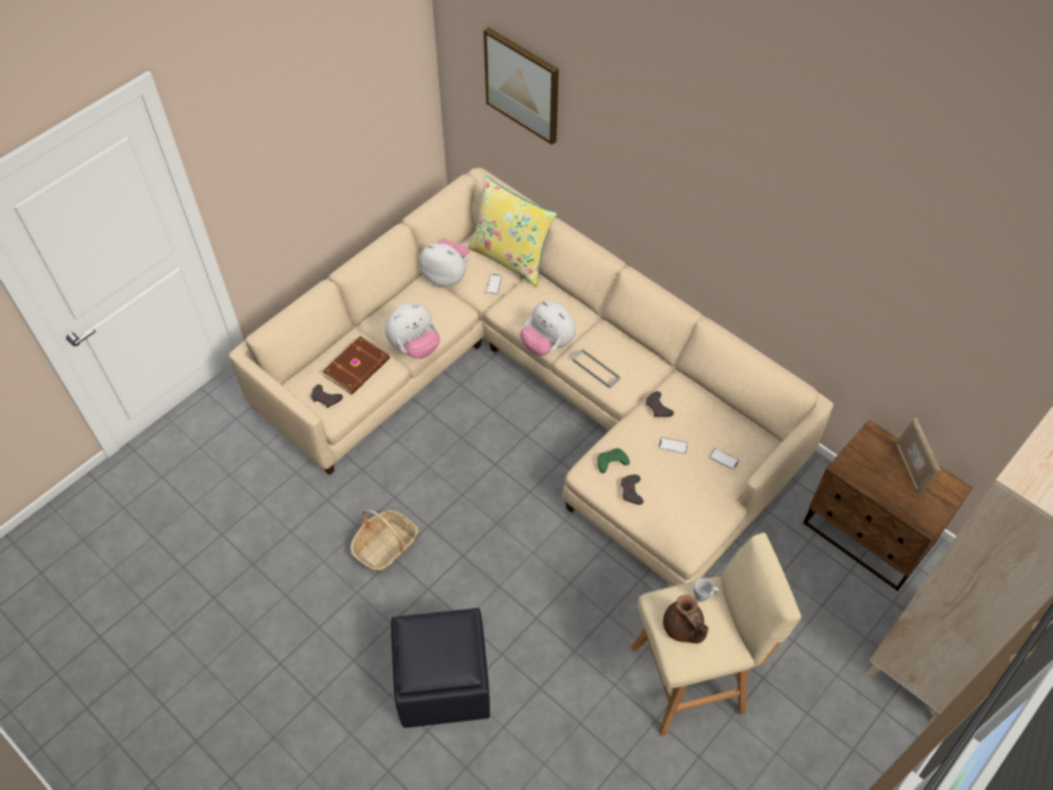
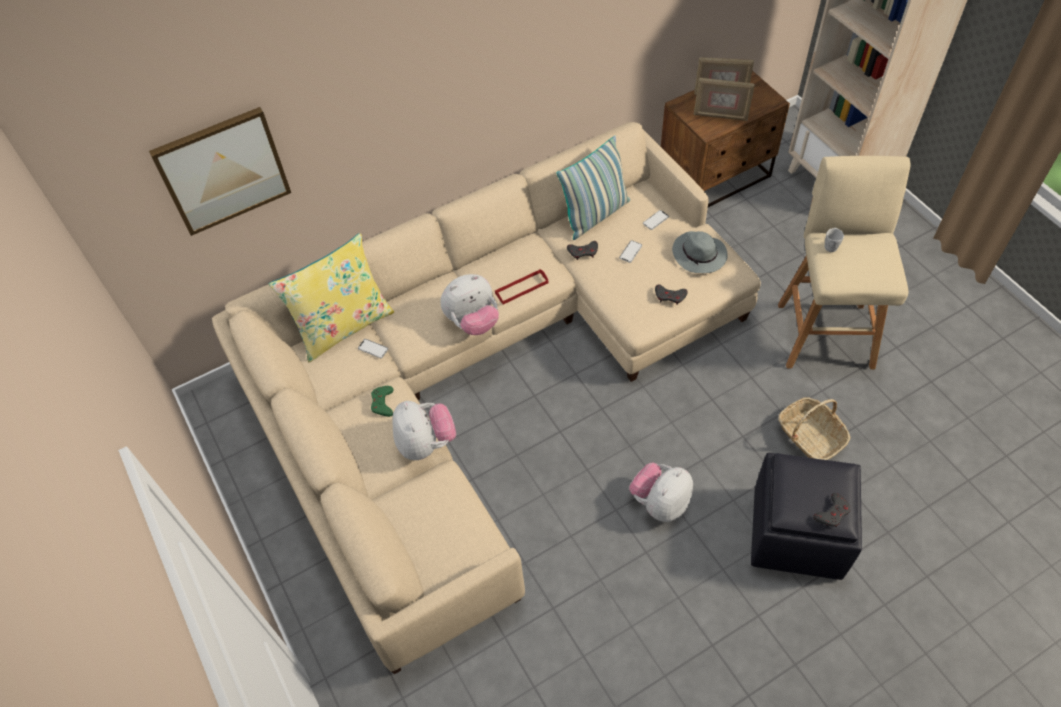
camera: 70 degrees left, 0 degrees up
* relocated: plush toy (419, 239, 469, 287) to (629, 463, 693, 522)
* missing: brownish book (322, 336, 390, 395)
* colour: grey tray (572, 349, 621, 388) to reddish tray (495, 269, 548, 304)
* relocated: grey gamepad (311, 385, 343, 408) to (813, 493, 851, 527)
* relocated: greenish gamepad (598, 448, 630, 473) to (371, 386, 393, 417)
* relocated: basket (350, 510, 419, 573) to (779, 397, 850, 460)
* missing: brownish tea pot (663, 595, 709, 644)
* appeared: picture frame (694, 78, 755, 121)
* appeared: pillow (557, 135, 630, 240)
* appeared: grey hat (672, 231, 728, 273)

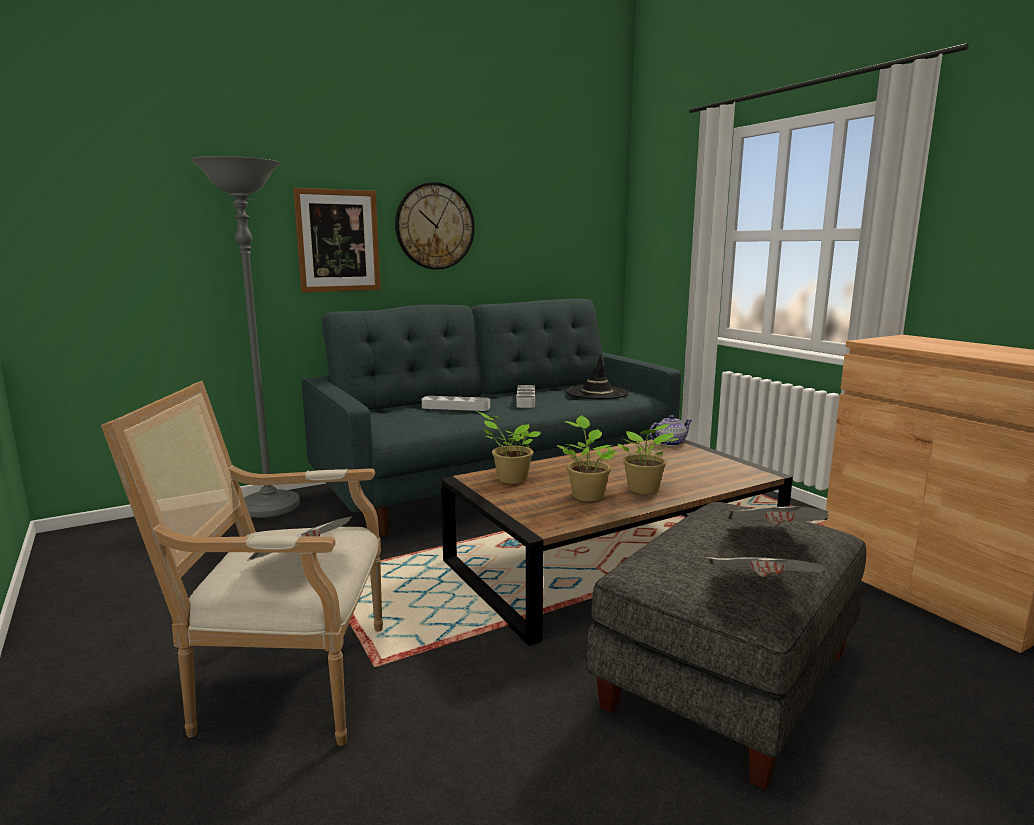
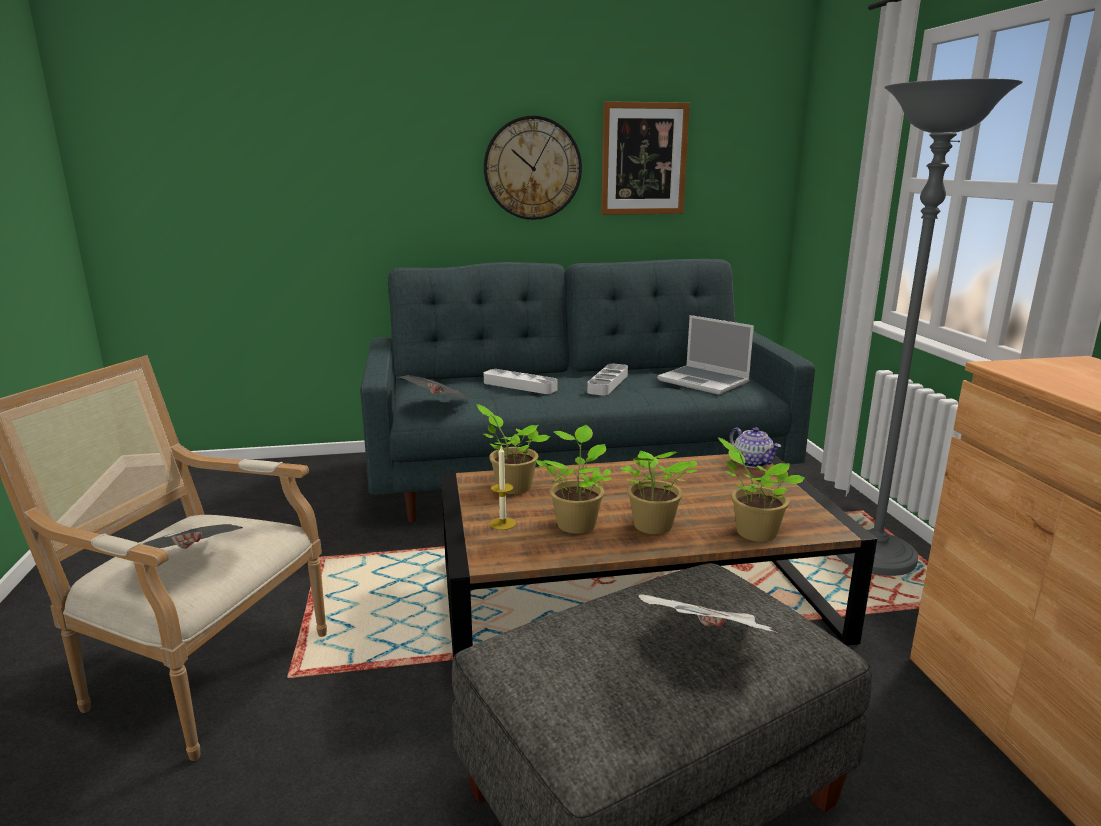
camera: 20 degrees right, 5 degrees up
* relocated: grey standing lamp (190, 156, 300, 518) to (836, 79, 1023, 576)
* relocated: wall art (293, 188, 381, 293) to (601, 101, 690, 215)
* exchanged: blackish hat (565, 355, 629, 399) to notebook computer (657, 315, 754, 395)
* spun: tea pot (649, 415, 692, 446) = (730, 427, 781, 468) 60 degrees clockwise
* relocated: printed paper (705, 557, 826, 577) to (398, 376, 470, 399)
* appeared: plant in a pot (718, 437, 805, 542)
* appeared: wax light (490, 446, 516, 530)

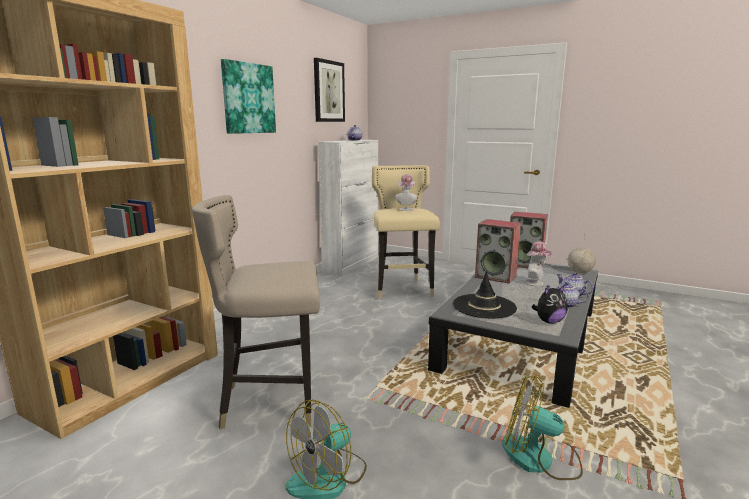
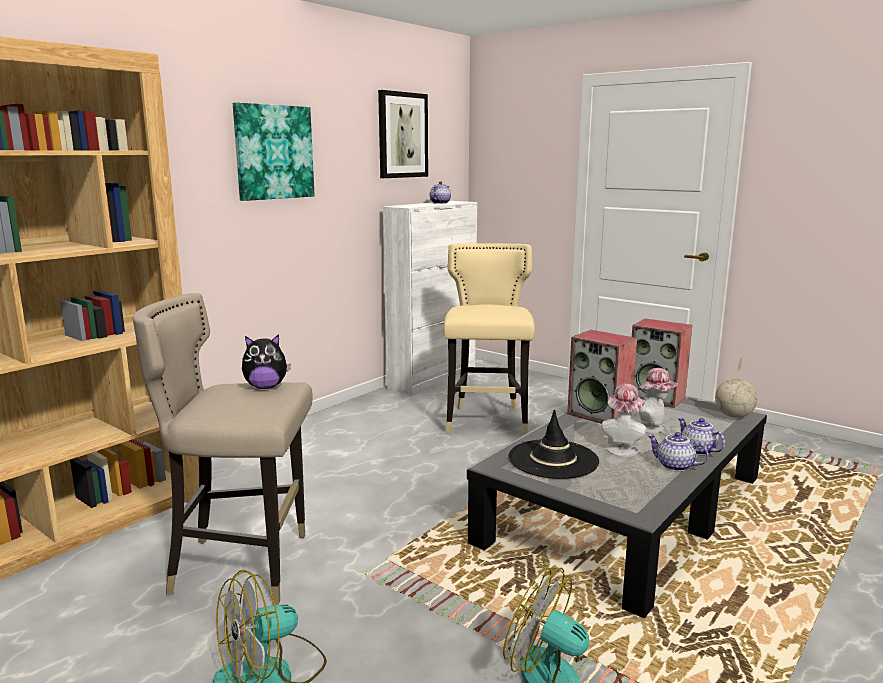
camera: 10 degrees right, 0 degrees up
* relocated: hat (395, 174, 418, 211) to (602, 383, 647, 457)
* relocated: plush toy (532, 286, 567, 324) to (242, 334, 291, 389)

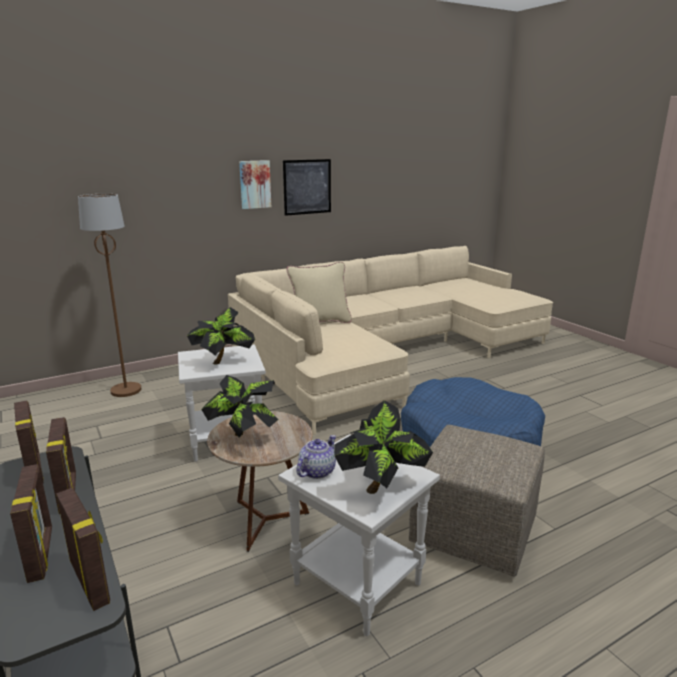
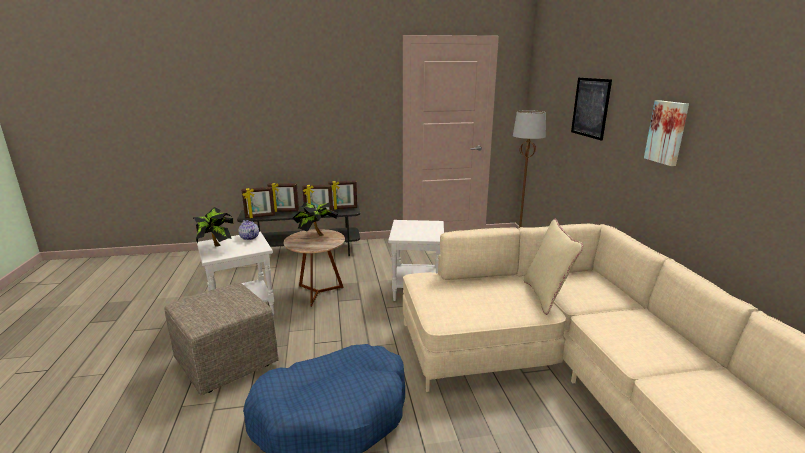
camera: 110 degrees right, 0 degrees up
* relocated: wall art (283, 159, 331, 216) to (571, 78, 612, 141)
* missing: plant in a pot (187, 307, 255, 365)

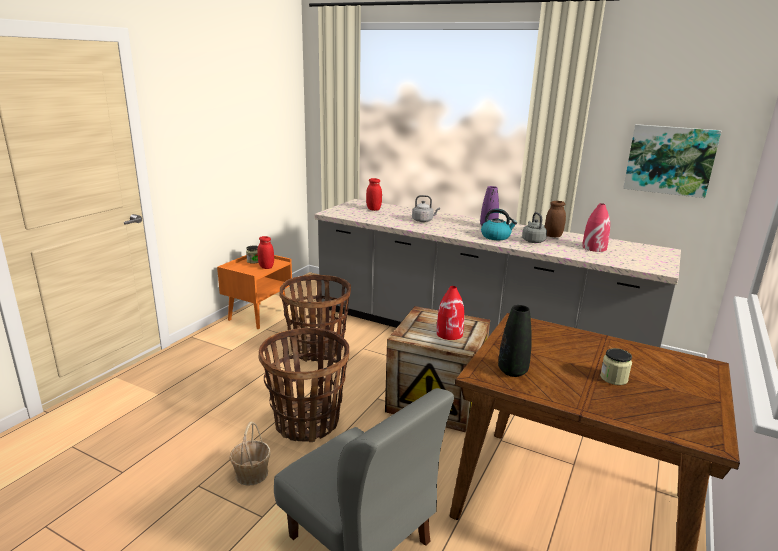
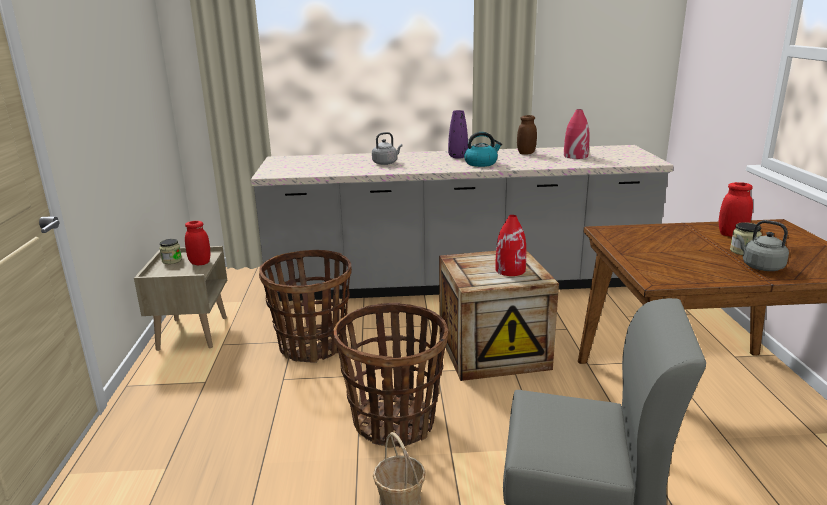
camera: 30 degrees left, 0 degrees up
* missing: wall art (623, 124, 721, 198)
* relocated: reddish storage jar (366, 178, 382, 211) to (719, 182, 753, 237)
* relocated: grey kettle (522, 212, 547, 243) to (737, 220, 789, 271)
* colour: orange night table (217, 255, 292, 329) to beige-coloured night table (134, 246, 227, 351)
* missing: blackish flower vase (498, 305, 532, 377)

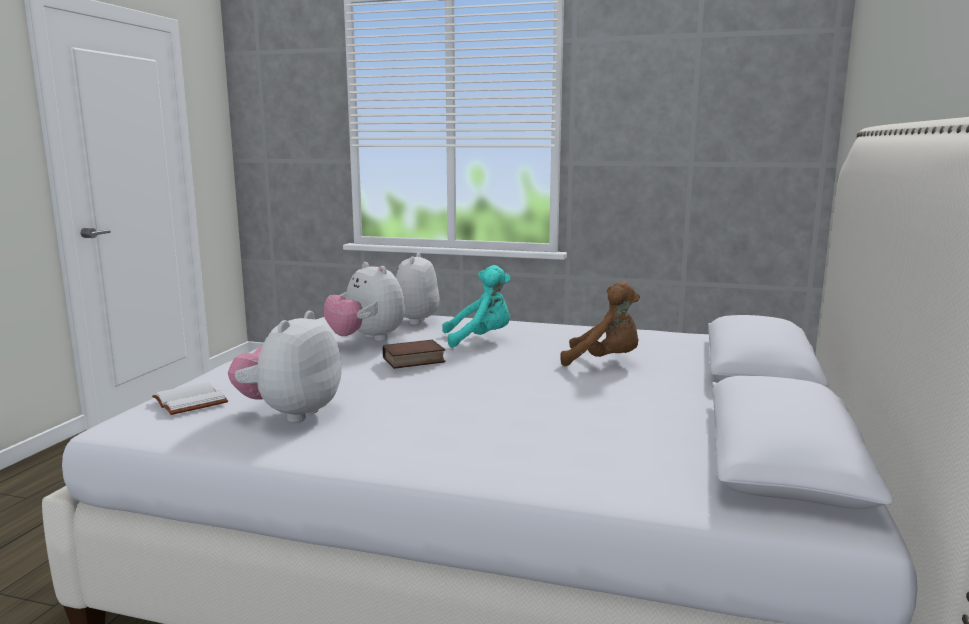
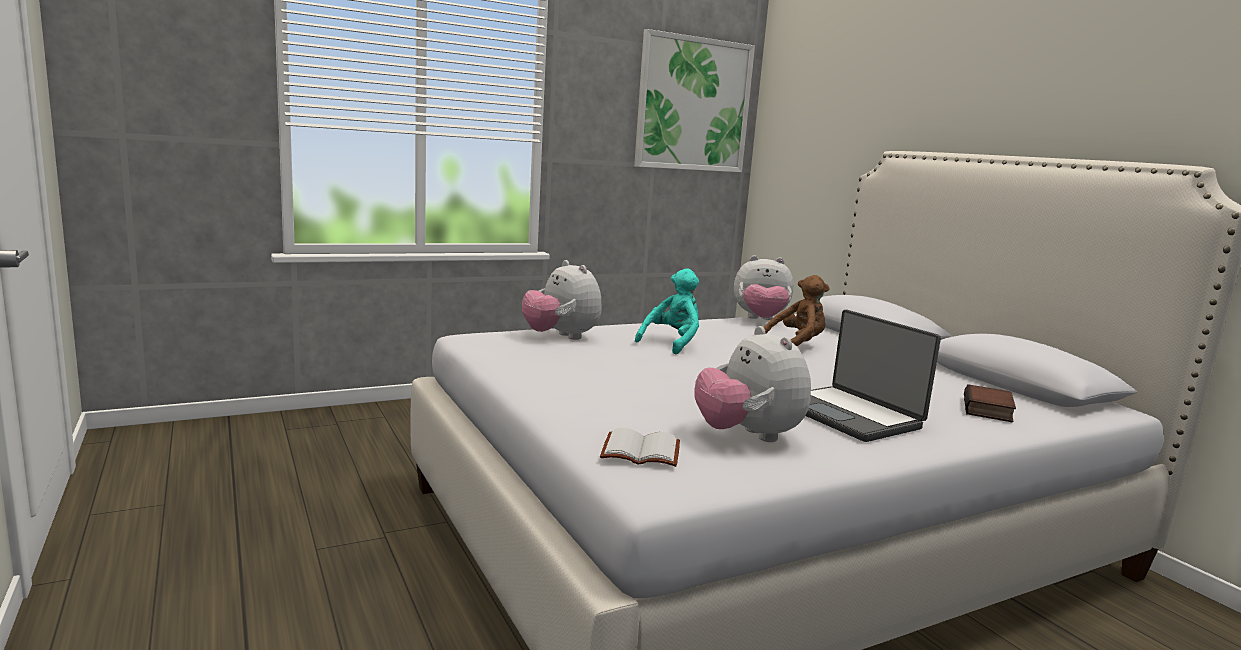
camera: 45 degrees left, 0 degrees up
* relocated: plush toy (324, 262, 405, 341) to (734, 255, 794, 320)
* relocated: book (383, 340, 445, 369) to (964, 384, 1016, 422)
* appeared: wall art (634, 29, 755, 172)
* appeared: notebook computer (806, 310, 941, 442)

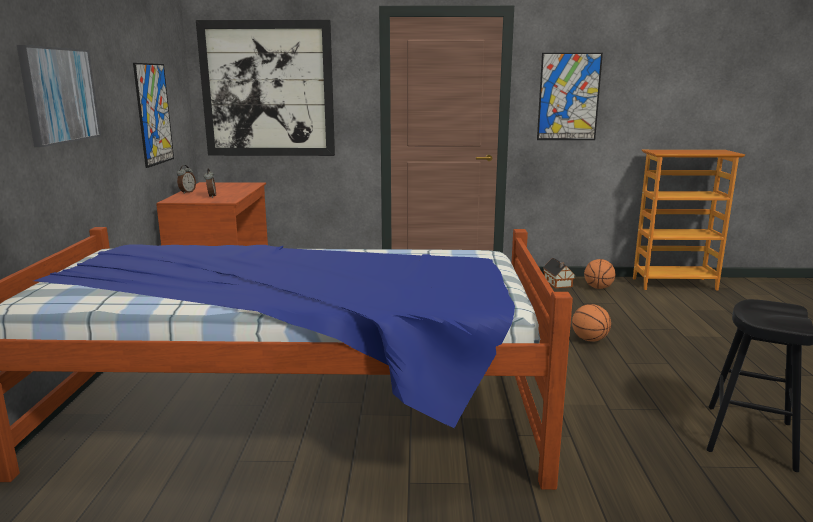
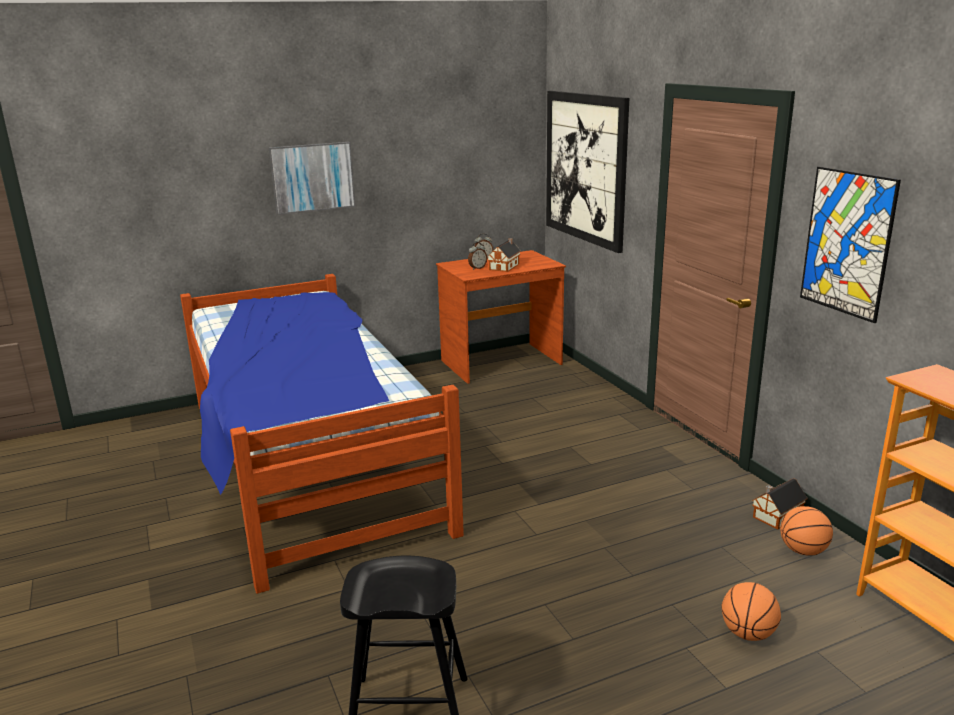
camera: 65 degrees right, 5 degrees up
* missing: wall art (133, 63, 174, 168)
* relocated: basketball ball (572, 304, 611, 342) to (721, 582, 781, 641)
* appeared: model house (487, 238, 521, 272)

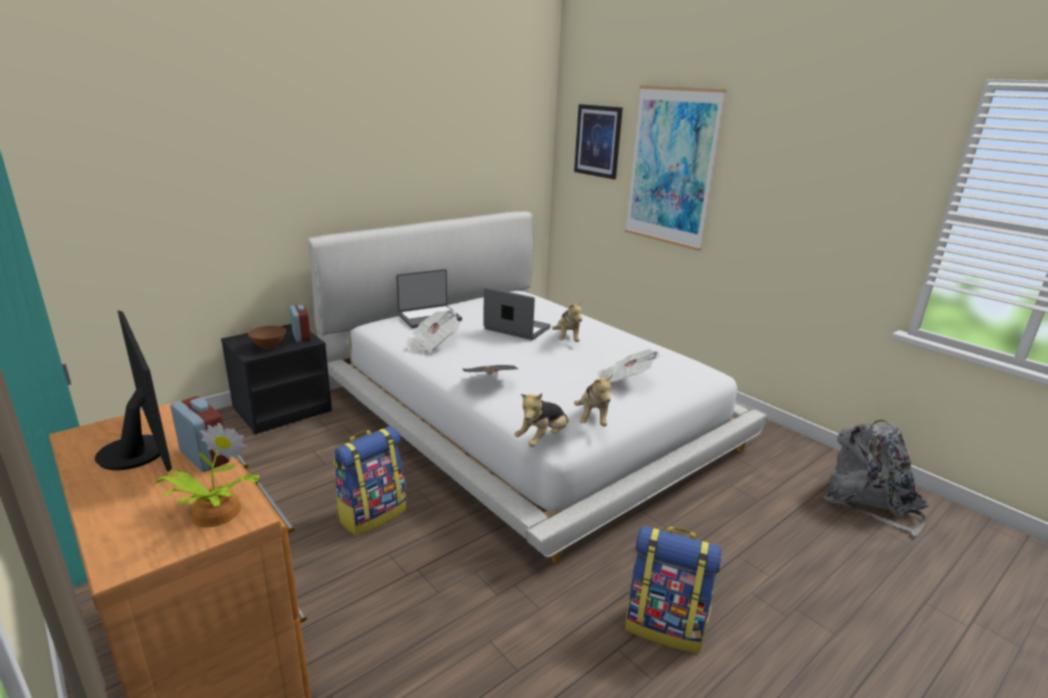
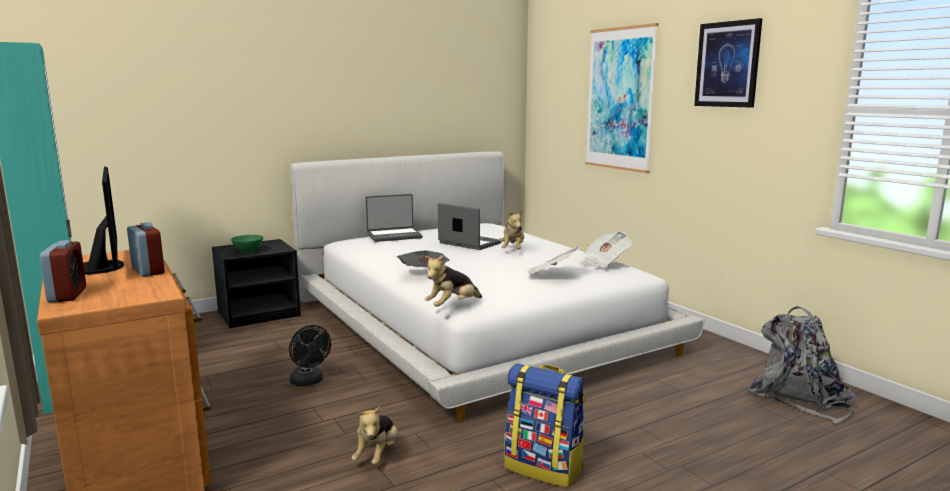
camera: 10 degrees right, 10 degrees down
* relocated: wall art (574, 104, 623, 179) to (694, 18, 762, 108)
* relocated: bedside clock (289, 305, 311, 342) to (40, 240, 86, 303)
* relocated: printed paper (406, 310, 460, 352) to (579, 232, 632, 267)
* colour: brownish deep dish (248, 325, 286, 349) to greenish deep dish (231, 235, 263, 253)
* relocated: plush toy (574, 374, 613, 427) to (352, 406, 398, 465)
* missing: plant in a pot (155, 423, 260, 527)
* exchanged: backpack (333, 426, 407, 536) to blackish electric fan (289, 325, 331, 386)

